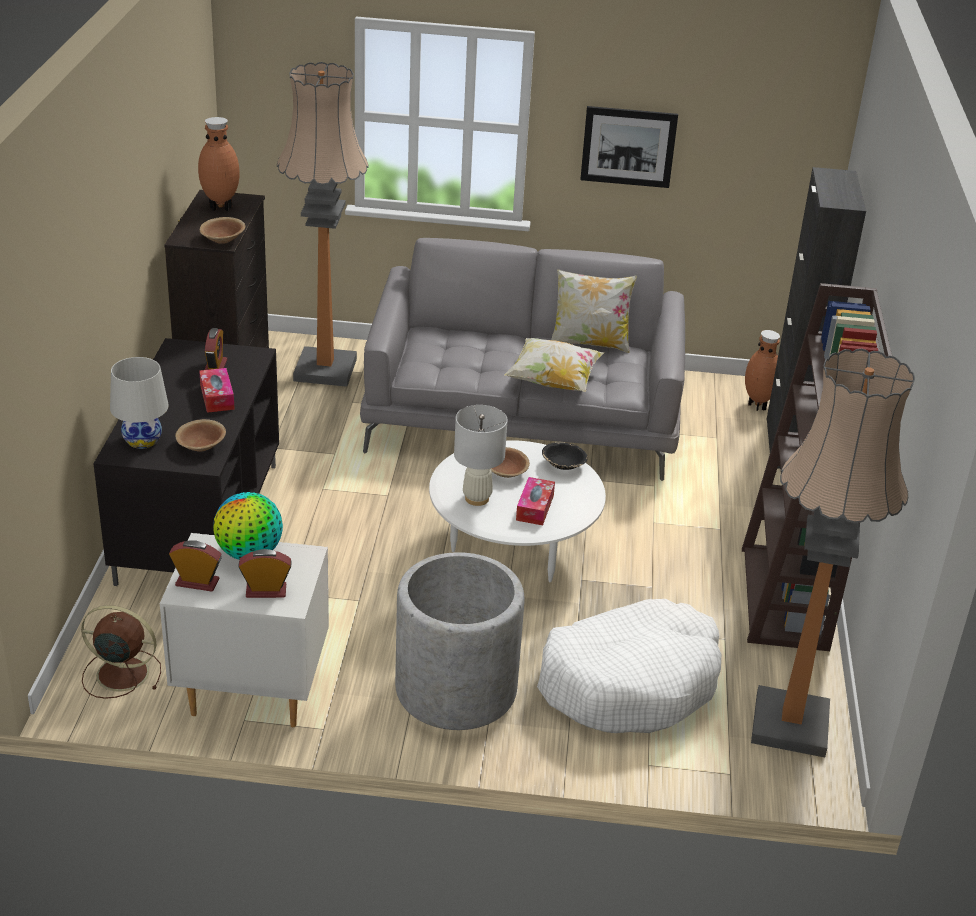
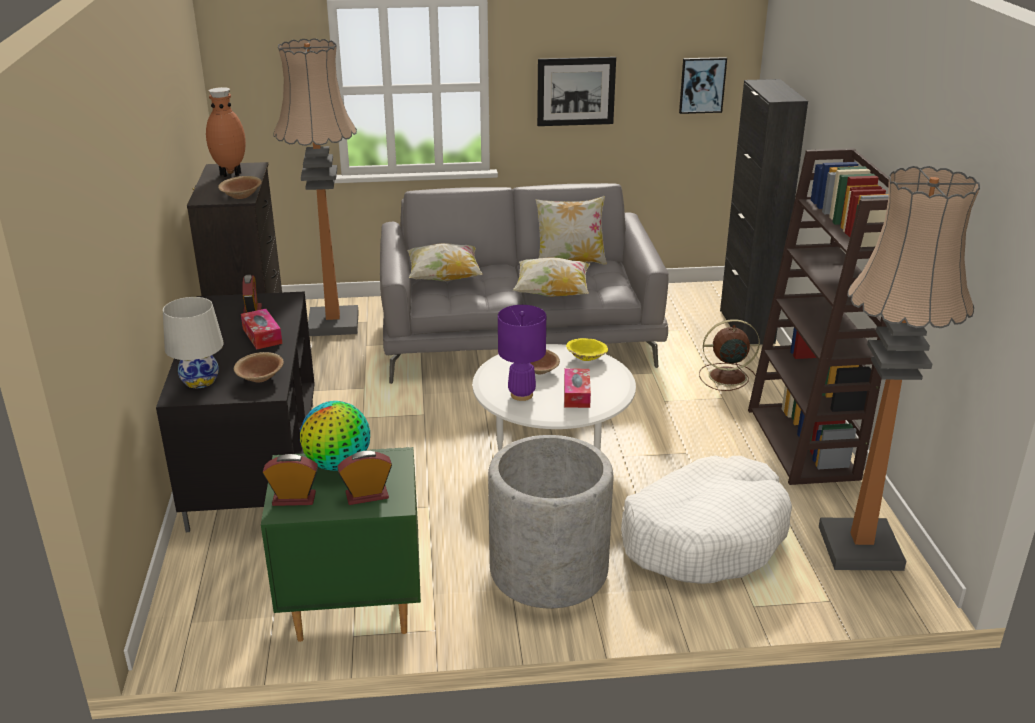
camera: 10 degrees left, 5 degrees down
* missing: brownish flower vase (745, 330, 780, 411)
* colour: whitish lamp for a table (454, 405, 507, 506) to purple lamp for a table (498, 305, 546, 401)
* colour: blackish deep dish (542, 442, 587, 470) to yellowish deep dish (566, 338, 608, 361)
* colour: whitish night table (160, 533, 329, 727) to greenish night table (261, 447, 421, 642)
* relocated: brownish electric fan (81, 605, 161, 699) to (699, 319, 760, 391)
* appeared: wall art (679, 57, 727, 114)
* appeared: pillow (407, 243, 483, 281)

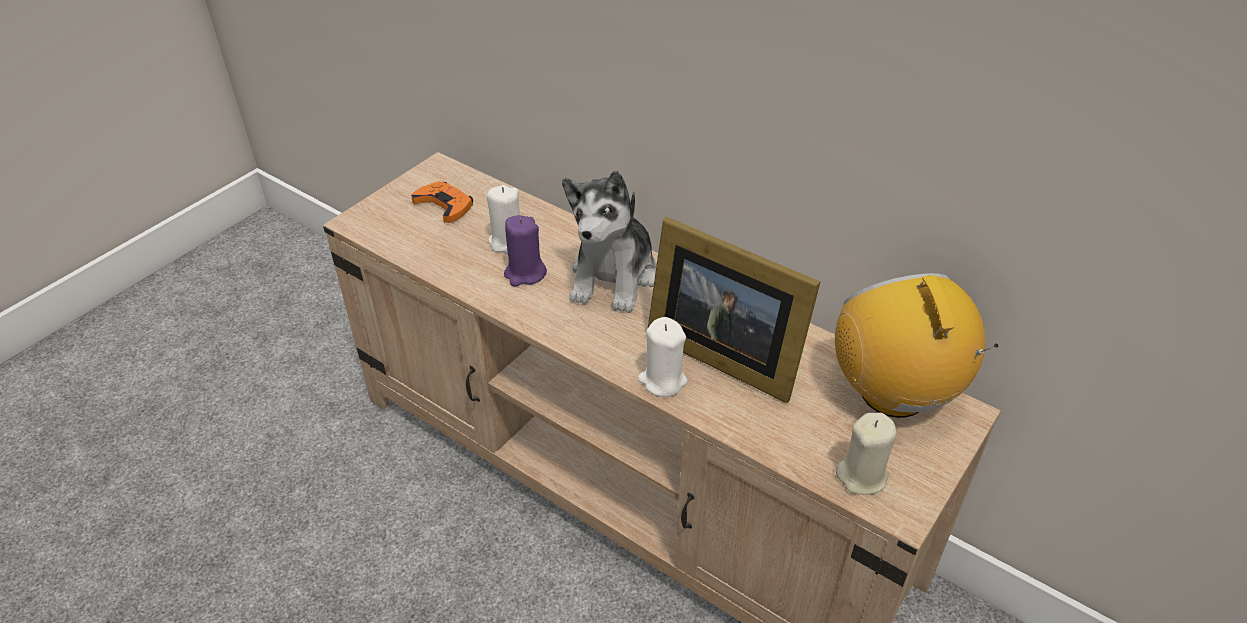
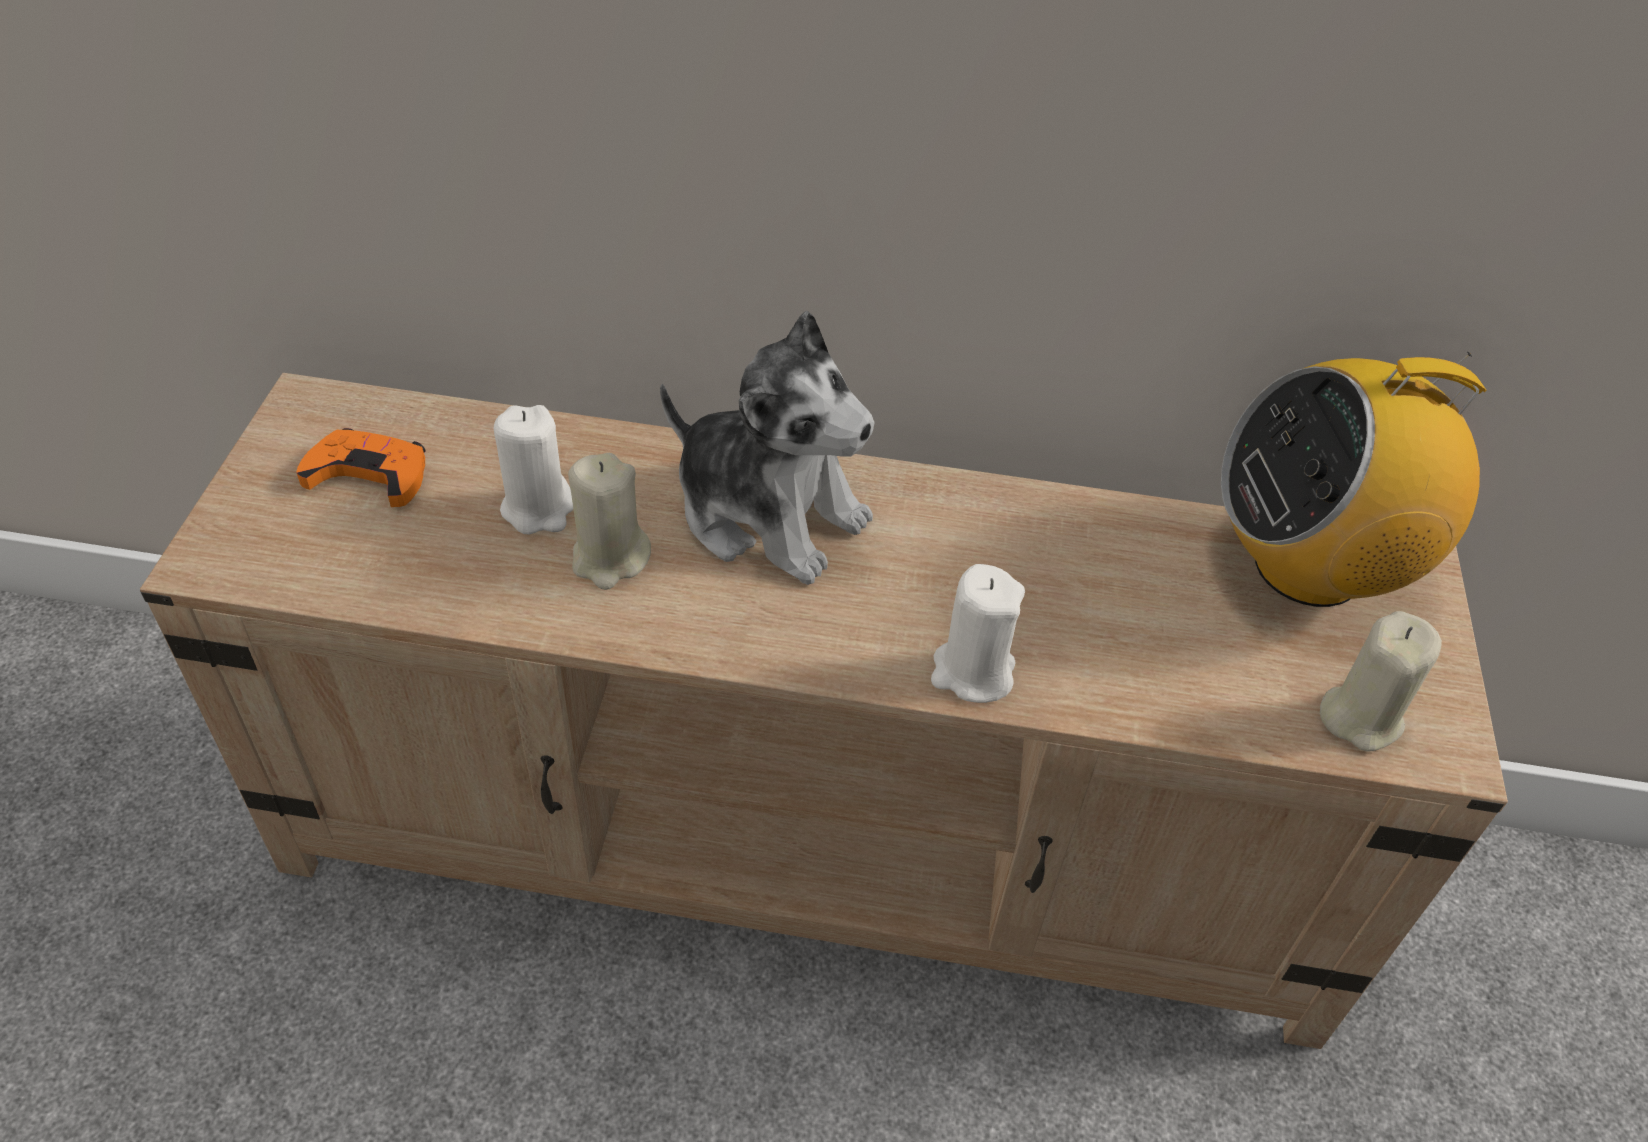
camera: 30 degrees left, 5 degrees up
* spun: plush toy (562, 171, 657, 313) = (660, 311, 875, 585) 45 degrees counterclockwise
* colour: purple wax light (504, 215, 547, 287) to beige-coloured wax light (568, 453, 651, 590)
* missing: picture frame (648, 217, 820, 403)
* spun: radio set (835, 273, 998, 418) = (1221, 352, 1486, 607) 60 degrees counterclockwise

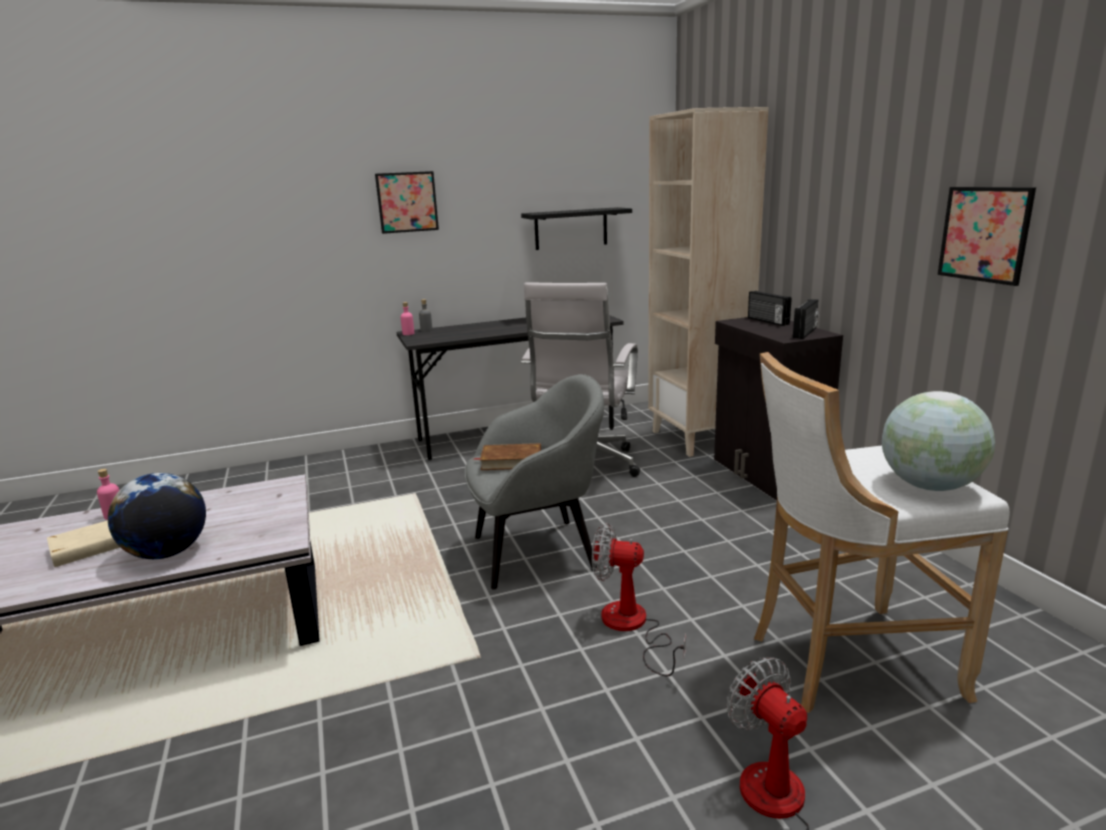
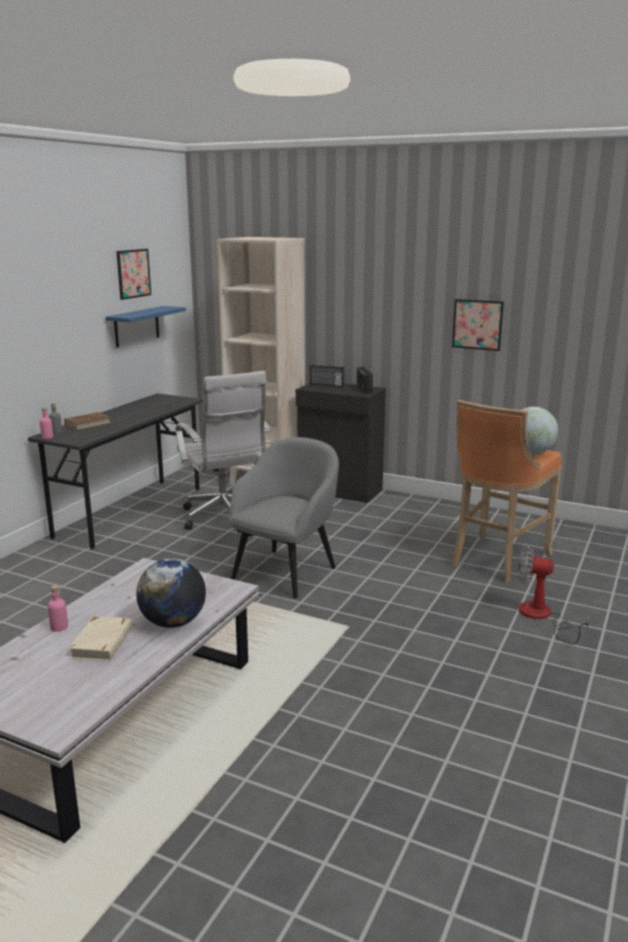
camera: 45 degrees left, 0 degrees up
* relocated: wall art (375, 171, 439, 234) to (116, 249, 151, 300)
* colour: blackish bracket shelf (521, 207, 632, 250) to bluish bracket shelf (106, 306, 186, 347)
* colour: whitish stool seat (754, 352, 1010, 713) to orange stool seat (451, 400, 562, 582)
* relocated: brownish book (473, 443, 541, 470) to (62, 412, 110, 430)
* missing: electric fan (592, 523, 686, 677)

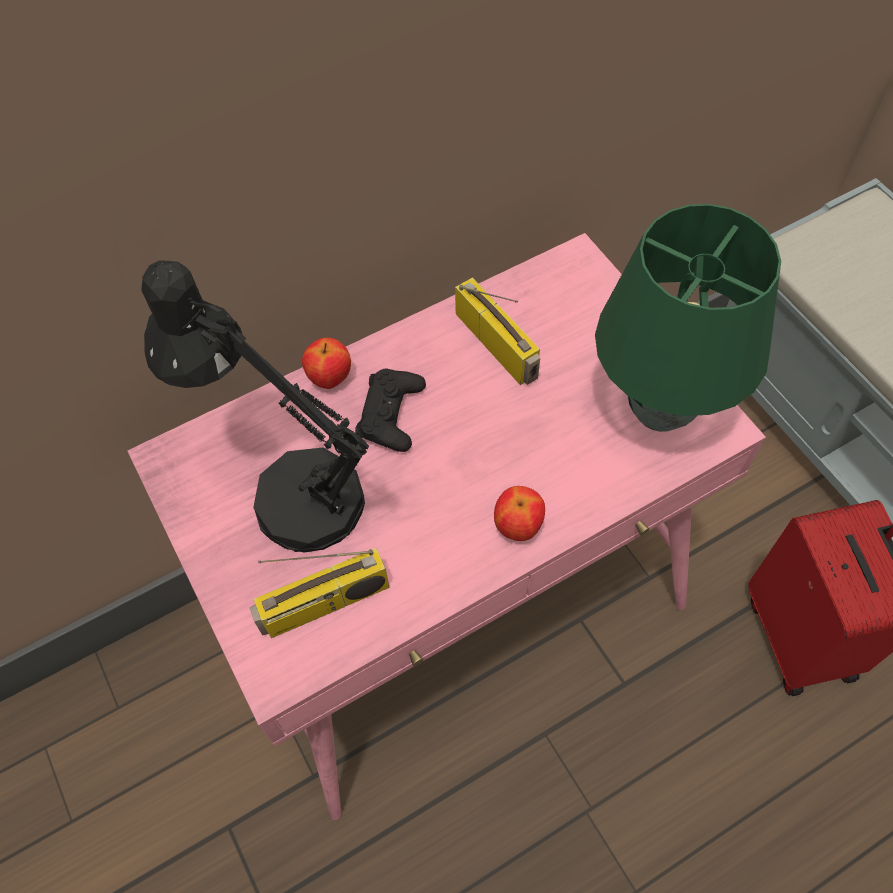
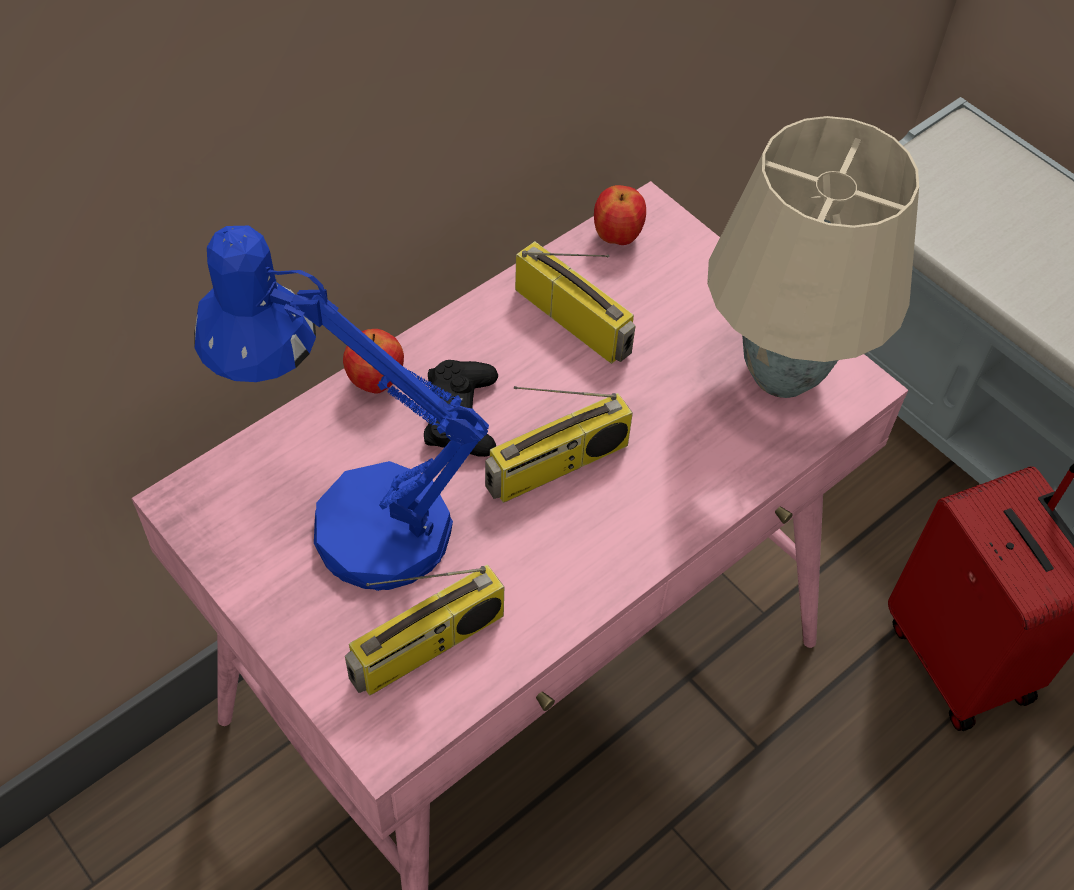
camera: 15 degrees left, 5 degrees down
* colour: greenish lamp for a table (595, 204, 781, 432) to beige-coloured lamp for a table (707, 116, 919, 398)
* colour: blackish lamp for a table (141, 260, 369, 553) to bluish lamp for a table (194, 226, 489, 591)
* relocated: apple (494, 486, 545, 541) to (594, 185, 646, 245)
* appeared: radio set (485, 386, 633, 503)

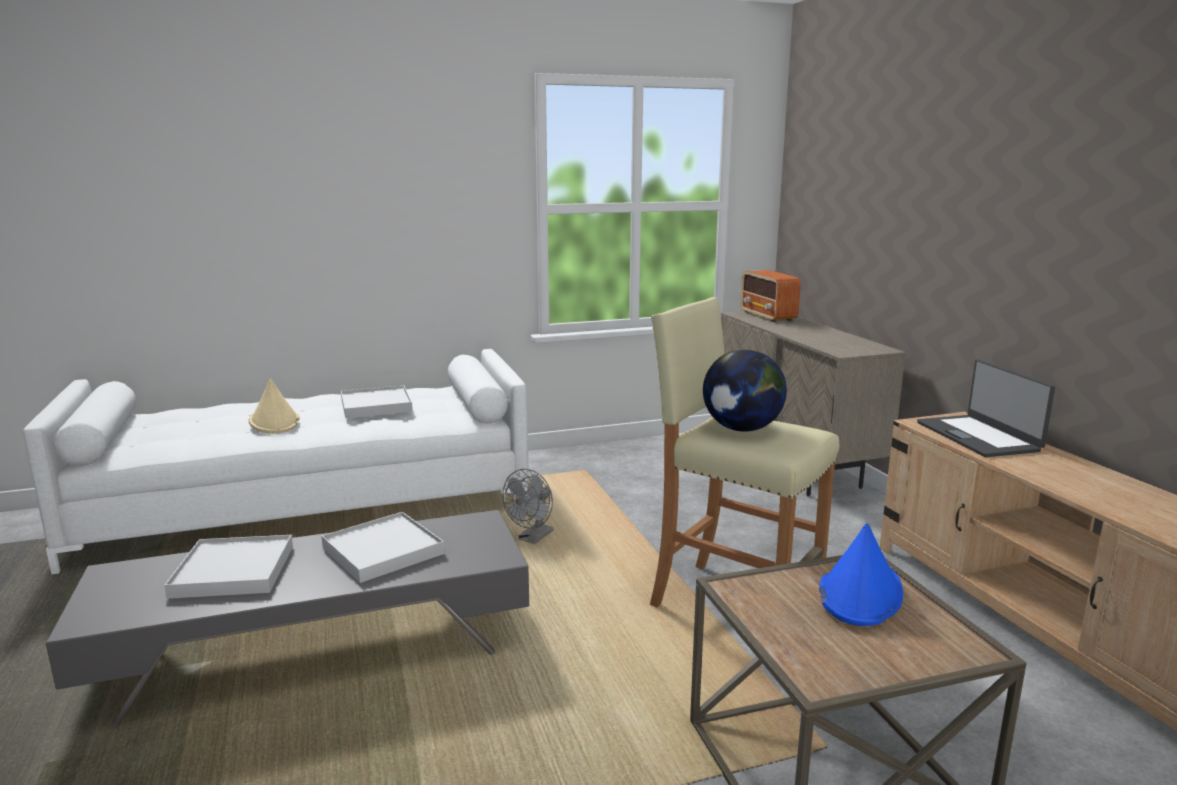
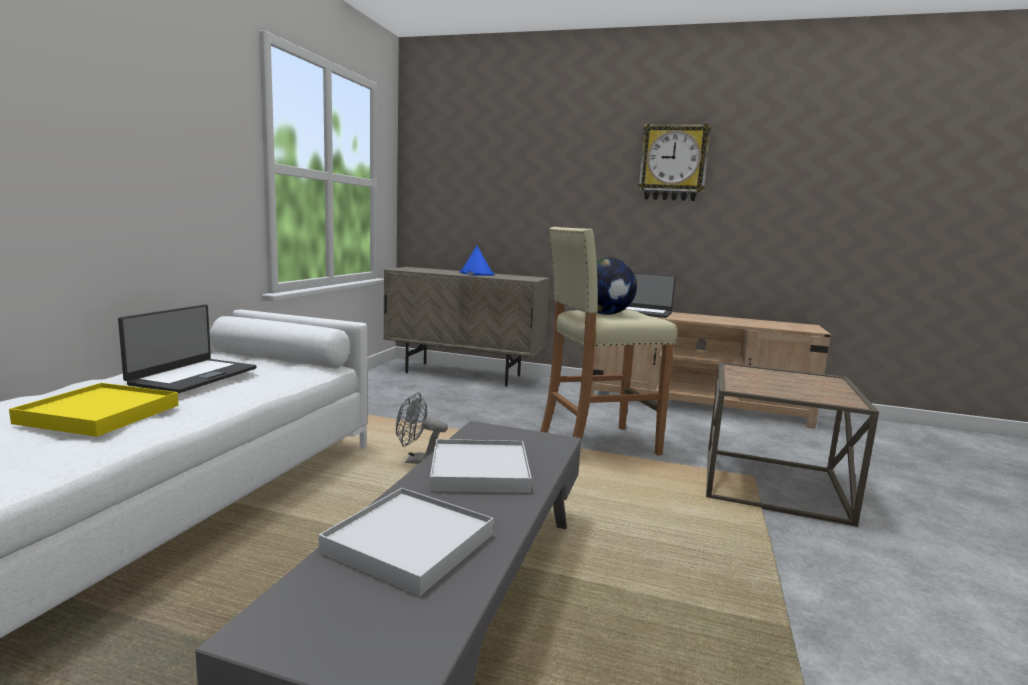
camera: 55 degrees left, 5 degrees down
* missing: radio set (740, 270, 801, 322)
* exchanged: beige-coloured hat (249, 379, 299, 434) to yellowish tray (9, 383, 178, 437)
* exchanged: whitish tray (341, 385, 413, 418) to notebook computer (118, 304, 257, 393)
* spun: grey electric fan (502, 469, 553, 544) = (396, 392, 448, 464) 120 degrees clockwise
* relocated: bluish hat (819, 523, 903, 626) to (459, 246, 495, 276)
* appeared: hanging clock (638, 124, 711, 201)

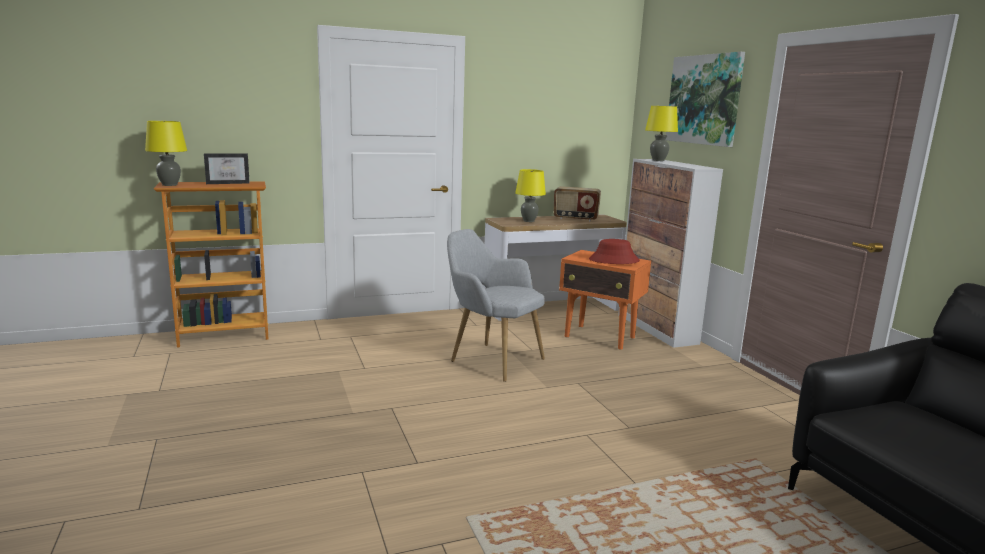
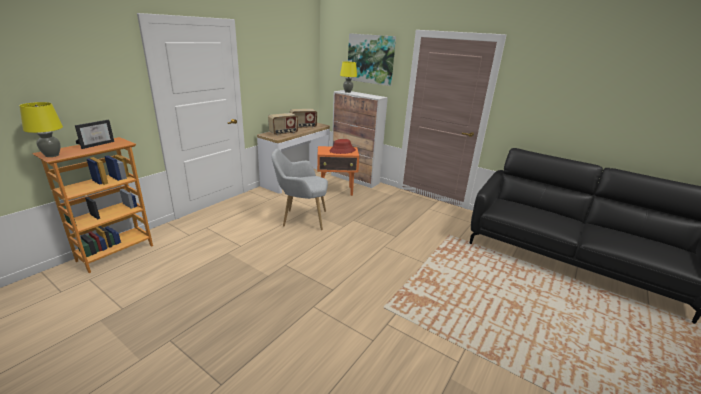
camera: 35 degrees left, 10 degrees up
* exchanged: yellowish lamp for a table (515, 169, 546, 222) to radio set (268, 113, 298, 135)

